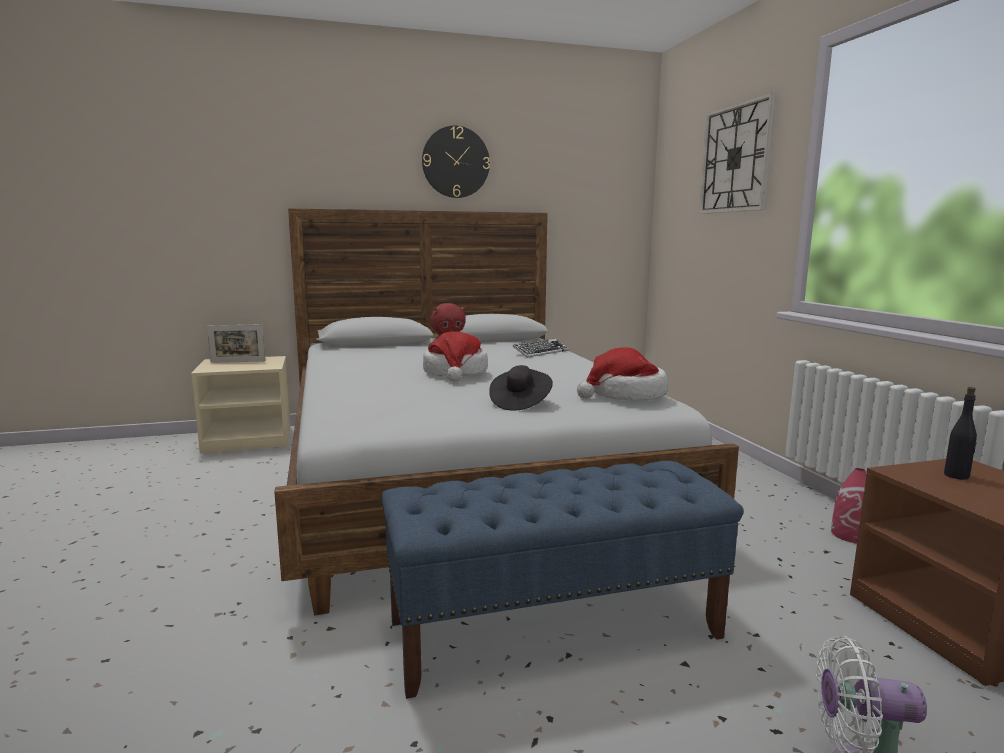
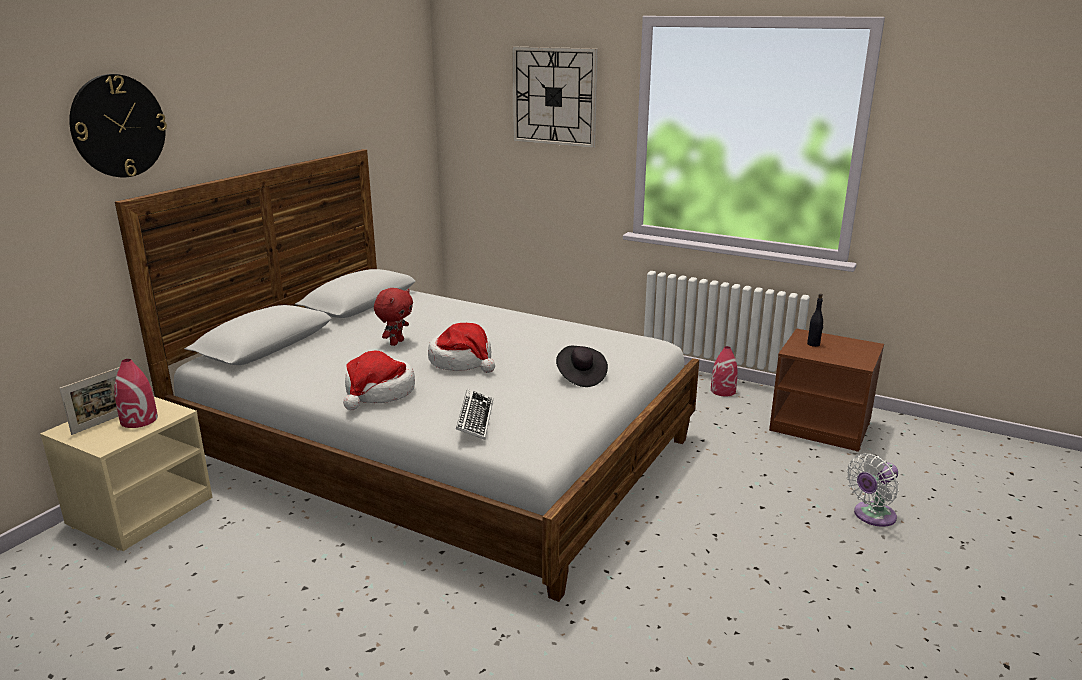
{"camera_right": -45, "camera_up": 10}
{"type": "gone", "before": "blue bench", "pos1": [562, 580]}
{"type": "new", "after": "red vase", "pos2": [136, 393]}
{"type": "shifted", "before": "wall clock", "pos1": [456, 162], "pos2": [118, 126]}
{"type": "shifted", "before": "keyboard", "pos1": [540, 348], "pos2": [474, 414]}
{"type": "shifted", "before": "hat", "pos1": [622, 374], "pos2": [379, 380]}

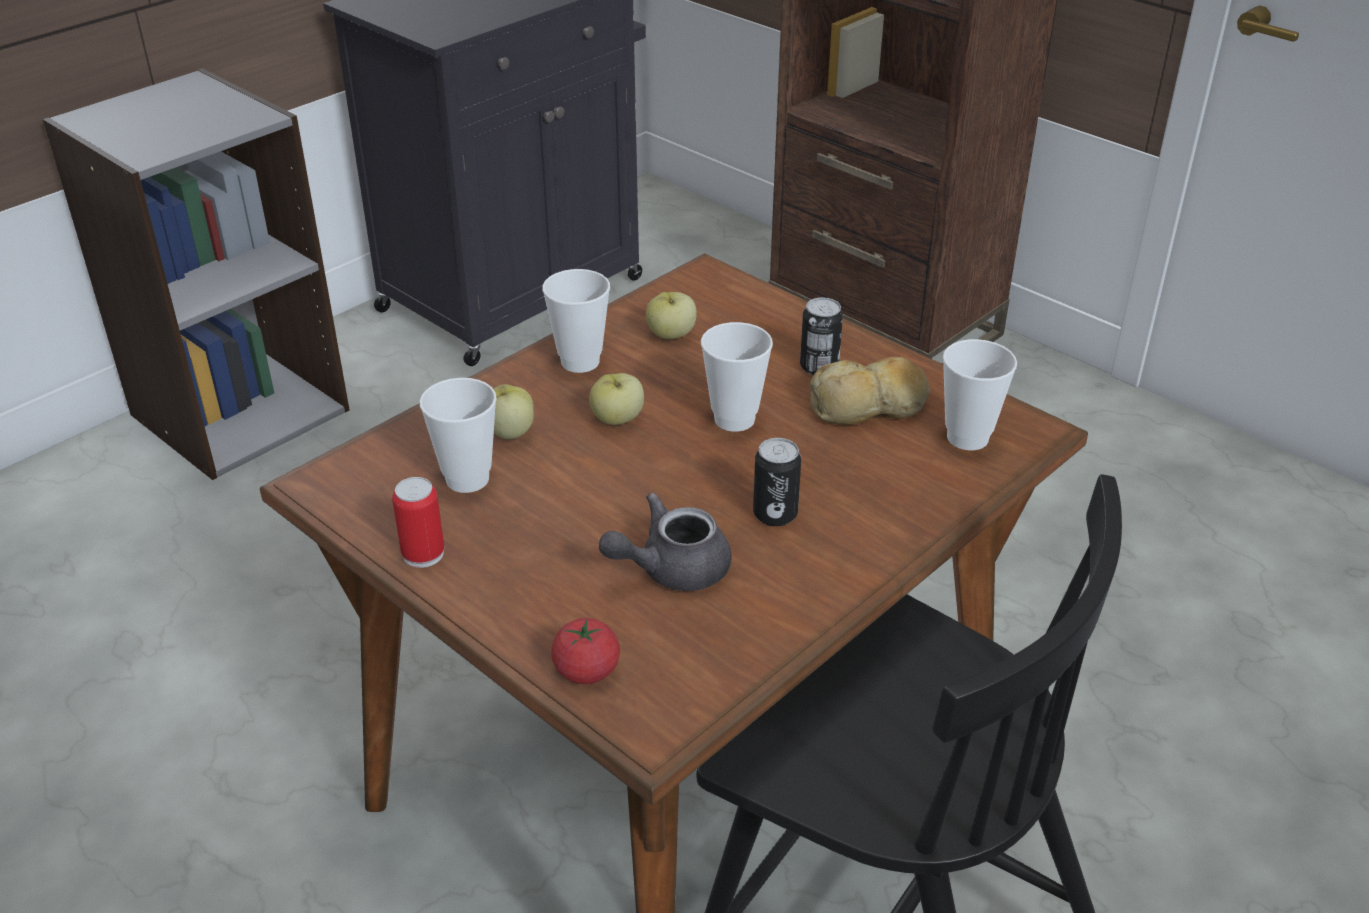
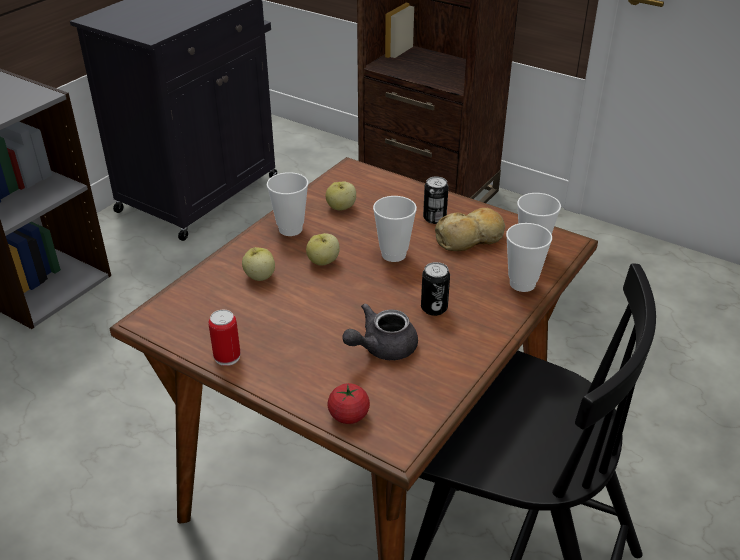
{"camera_right": -10, "camera_up": 0}
{"type": "shifted", "before": "cup", "pos1": [458, 435], "pos2": [529, 257]}

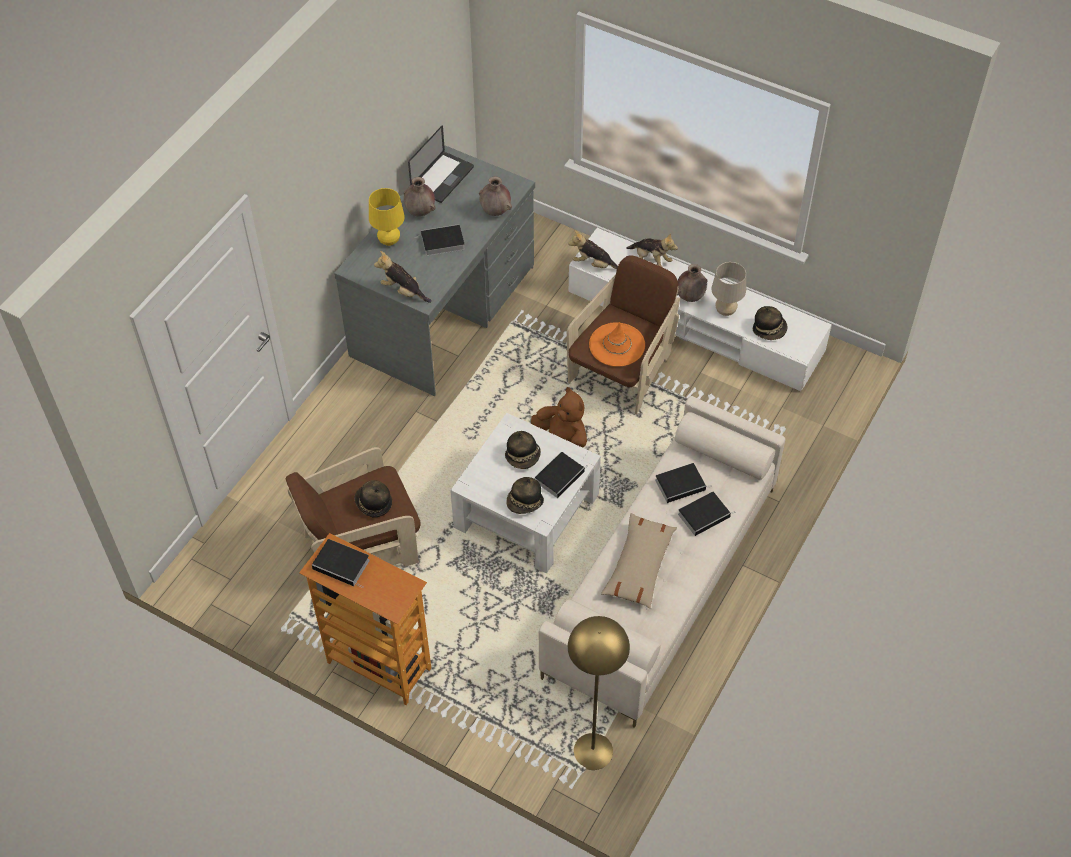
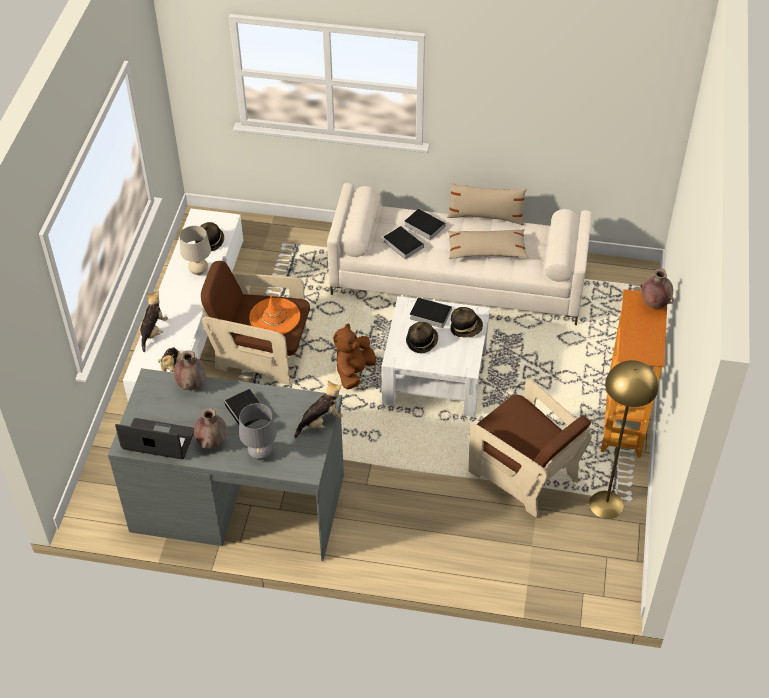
{"camera_right": -110, "camera_up": -5}
{"type": "gone", "before": "book", "pos1": [341, 563]}
{"type": "gone", "before": "hat", "pos1": [373, 498]}
{"type": "new", "after": "beige pillow", "pos2": [487, 204]}
{"type": "shifted", "before": "yellow floor lamp", "pos1": [599, 693], "pos2": [623, 439]}
{"type": "shifted", "before": "brown vase", "pos1": [692, 283], "pos2": [657, 288]}
{"type": "repainted", "before": "yellow table lamp", "after": "grey table lamp", "pos1": [387, 217], "pos2": [258, 431]}
{"type": "rotated", "before": "plush toy", "pos1": [403, 277], "pos2": [319, 409], "turn": -135}

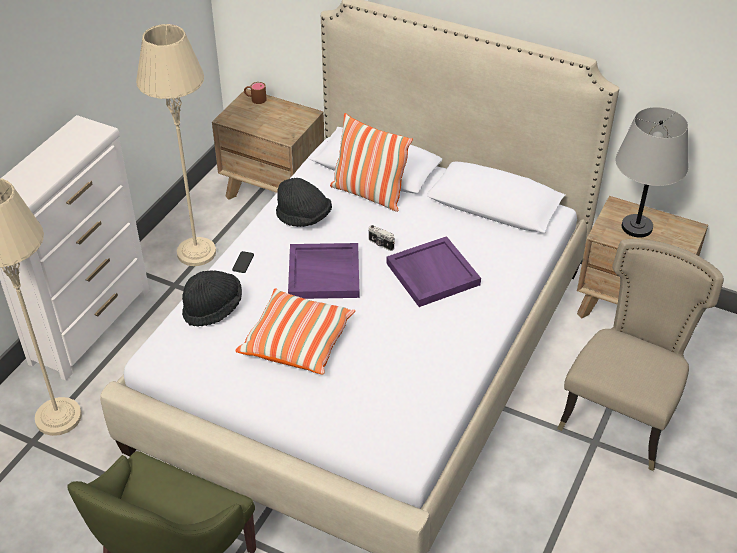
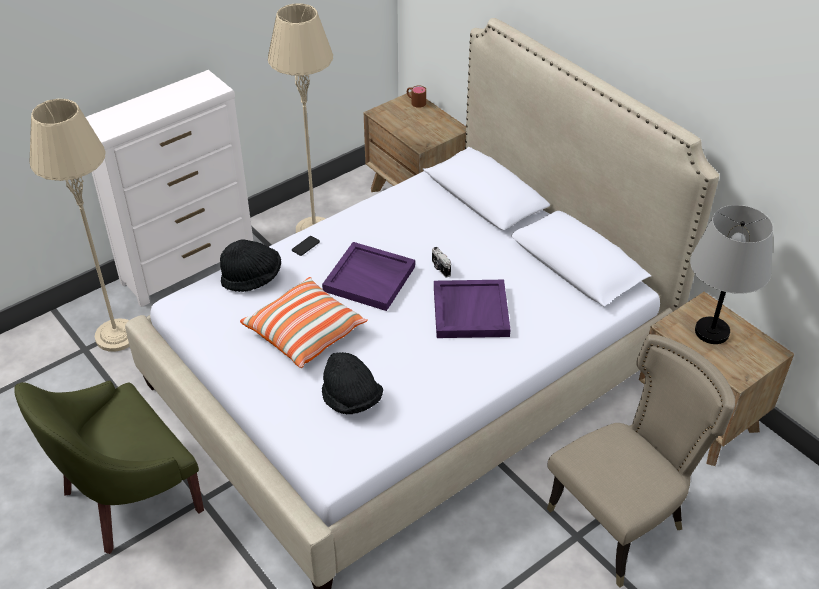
{"camera_right": 25, "camera_up": 0}
{"type": "gone", "before": "pillow", "pos1": [371, 162]}
{"type": "shifted", "before": "black hat", "pos1": [304, 202], "pos2": [352, 383]}

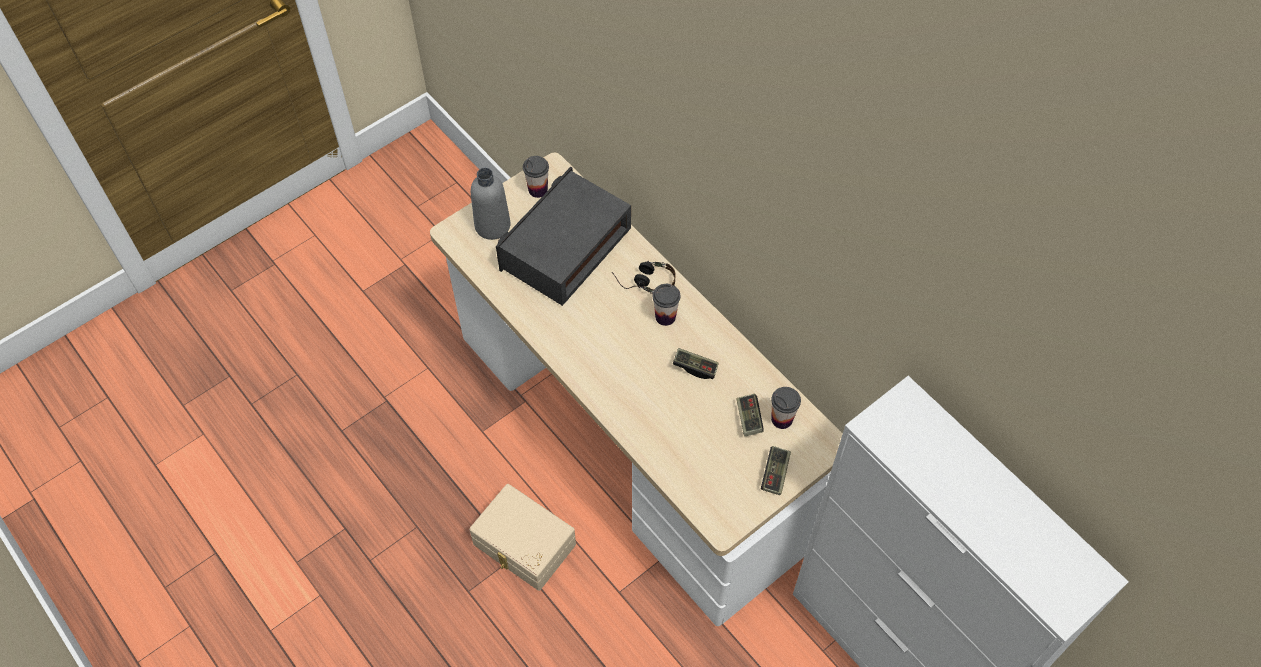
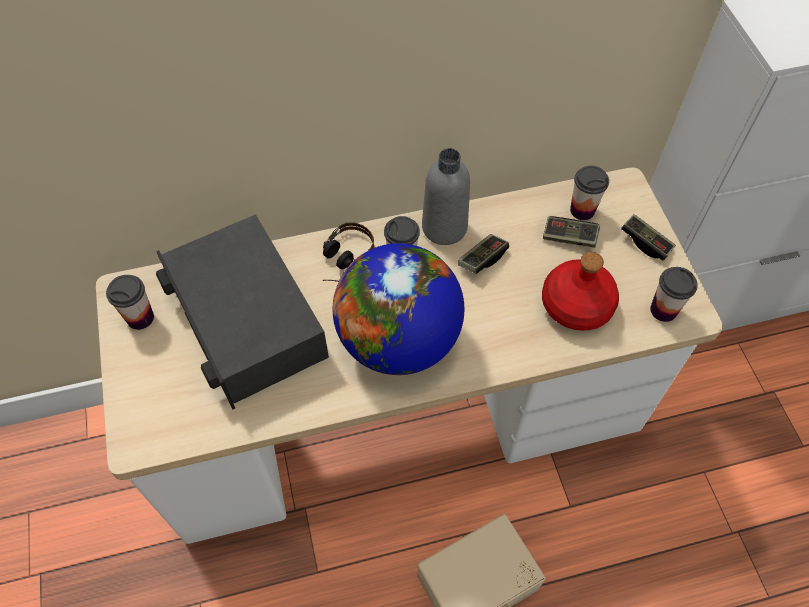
{"camera_right": -65, "camera_up": 0}
{"type": "new", "after": "globe", "pos2": [398, 309]}
{"type": "new", "after": "red bottle", "pos2": [580, 291]}
{"type": "new", "after": "cup", "pos2": [674, 294]}
{"type": "shifted", "before": "grey bottle", "pos1": [491, 204], "pos2": [446, 196]}

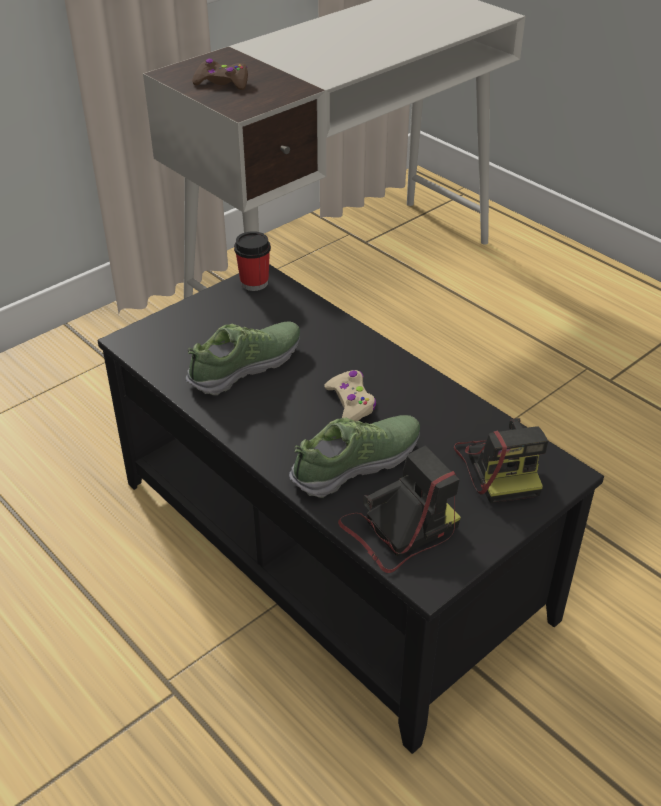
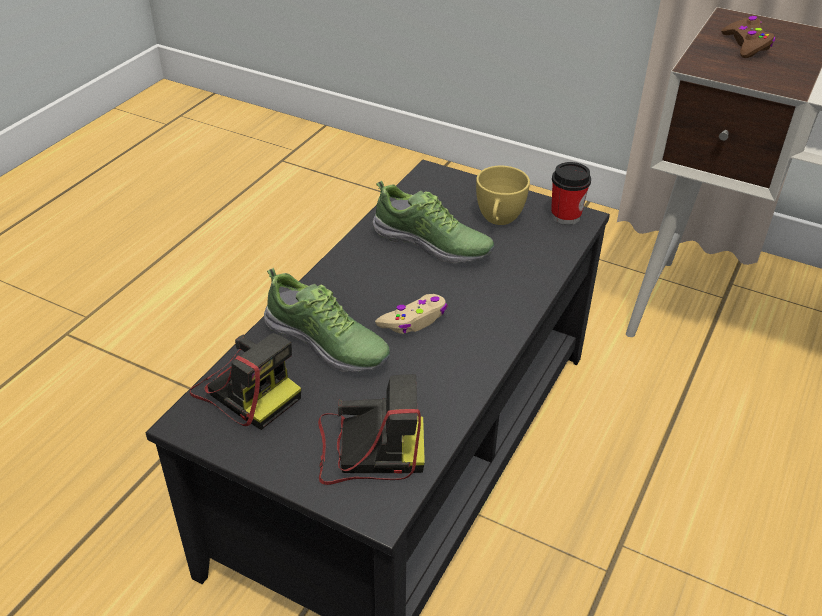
{"camera_right": 70, "camera_up": 0}
{"type": "new", "after": "yellow cup", "pos2": [503, 195]}
{"type": "rotated", "before": "photo camera", "pos1": [501, 461], "pos2": [371, 429], "turn": -150}

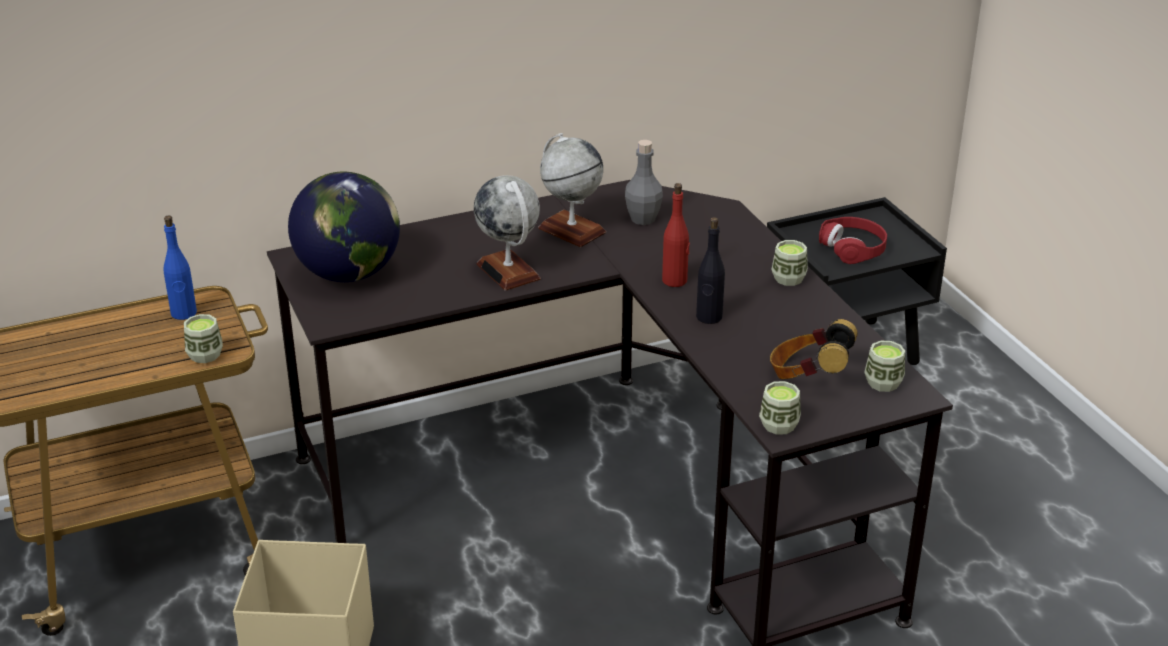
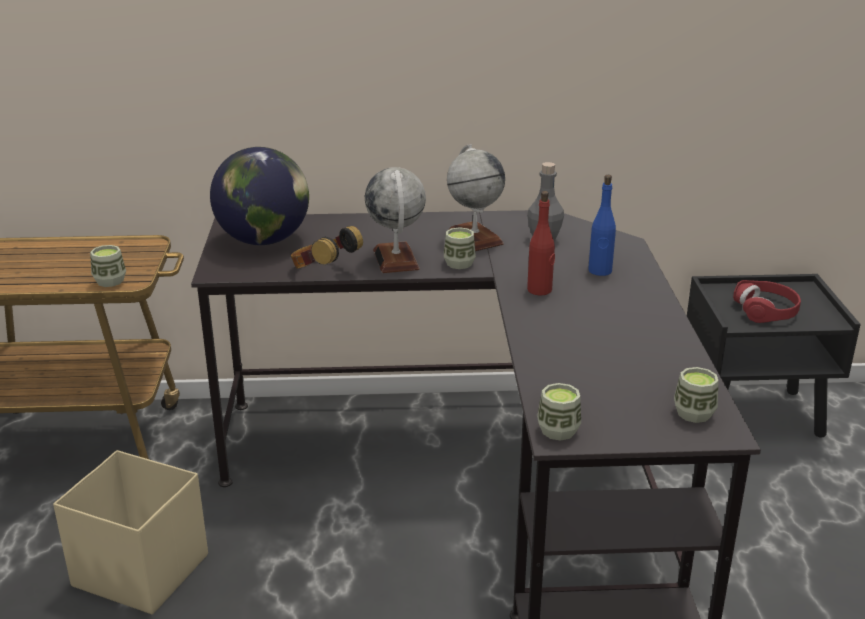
{"camera_right": 20, "camera_up": -5}
{"type": "gone", "before": "black bottle", "pos1": [710, 270]}
{"type": "shifted", "before": "blue bottle", "pos1": [180, 268], "pos2": [602, 225]}
{"type": "shifted", "before": "headphones", "pos1": [814, 349], "pos2": [327, 247]}
{"type": "shifted", "before": "cup", "pos1": [789, 263], "pos2": [460, 248]}

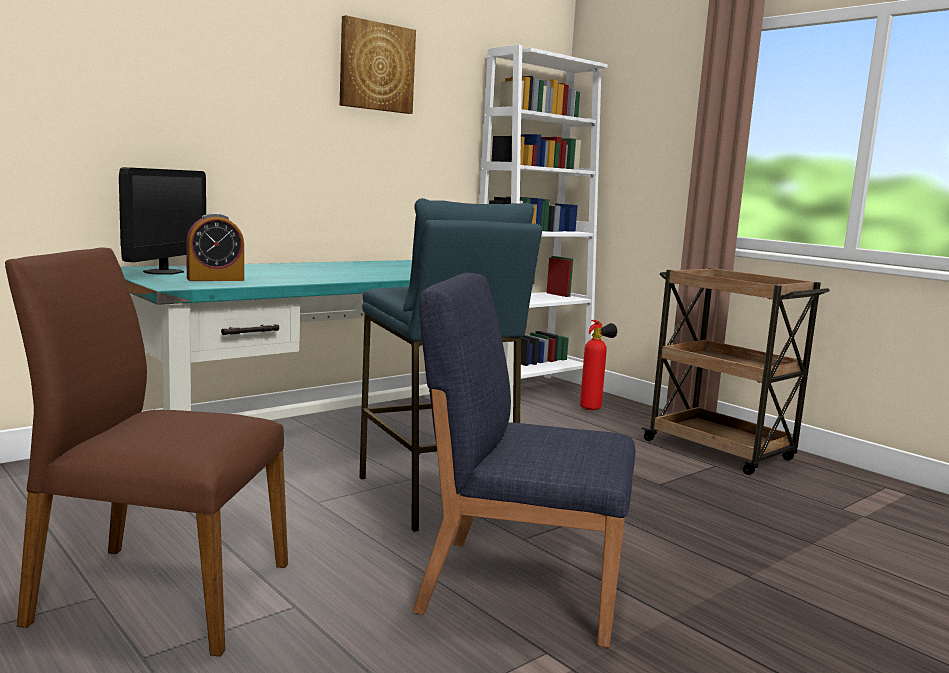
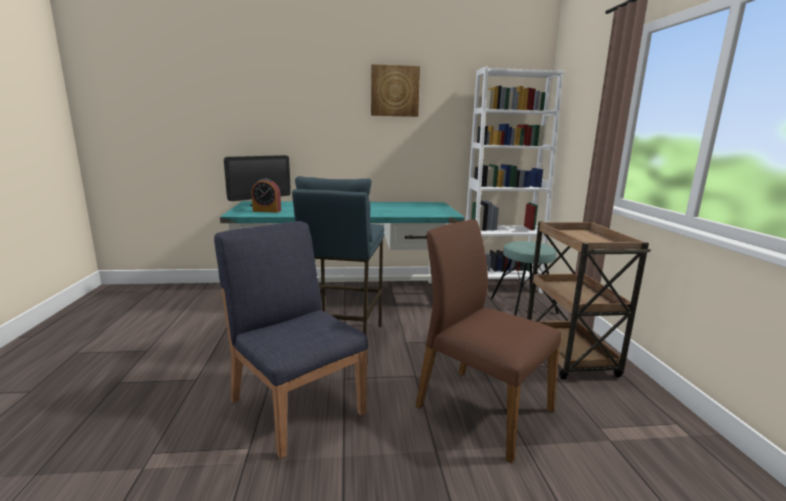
{"camera_right": 35, "camera_up": 5}
{"type": "shifted", "before": "brown chair", "pos1": [146, 452], "pos2": [488, 341]}
{"type": "swapped", "before": "fire extinguisher", "after": "turquoise stool", "pos1": [598, 365], "pos2": [524, 278]}

